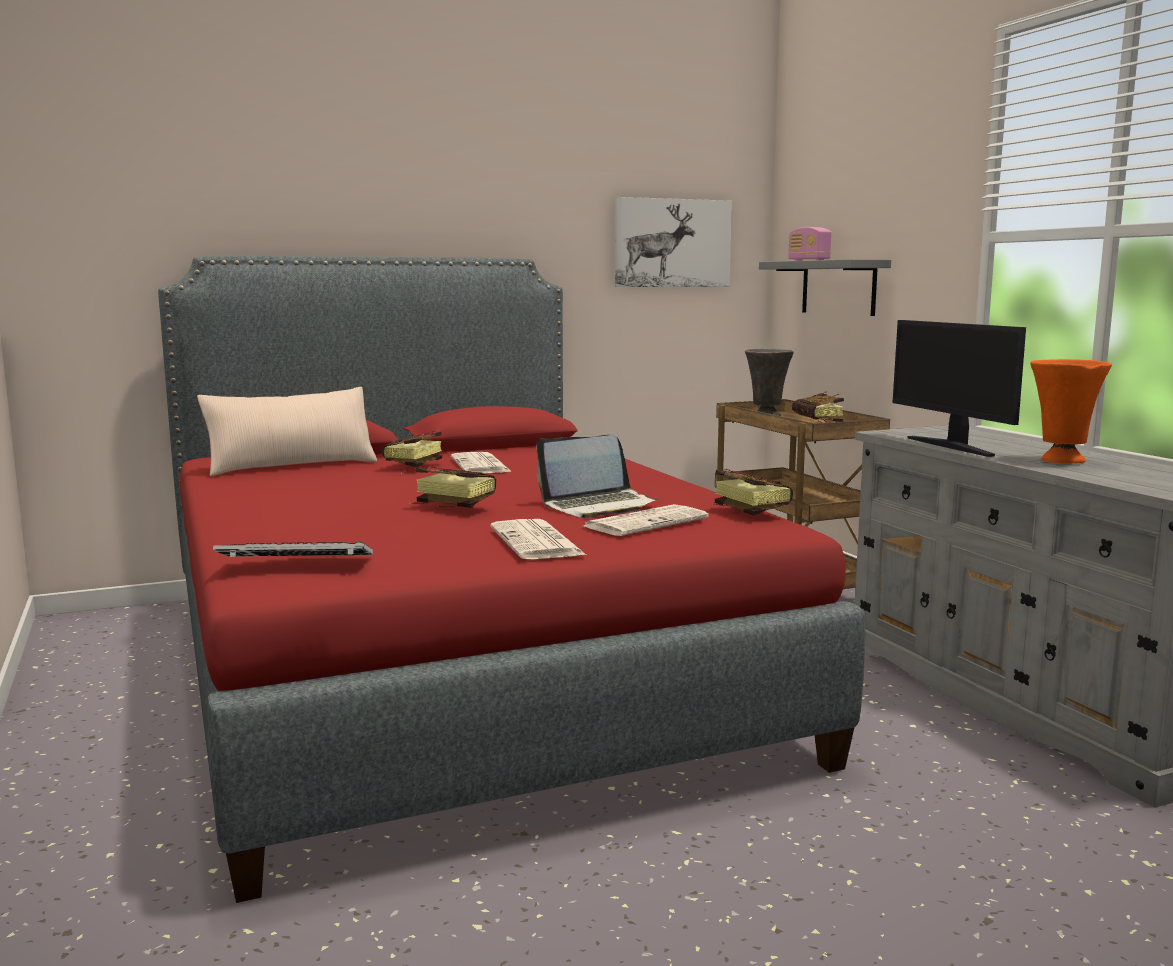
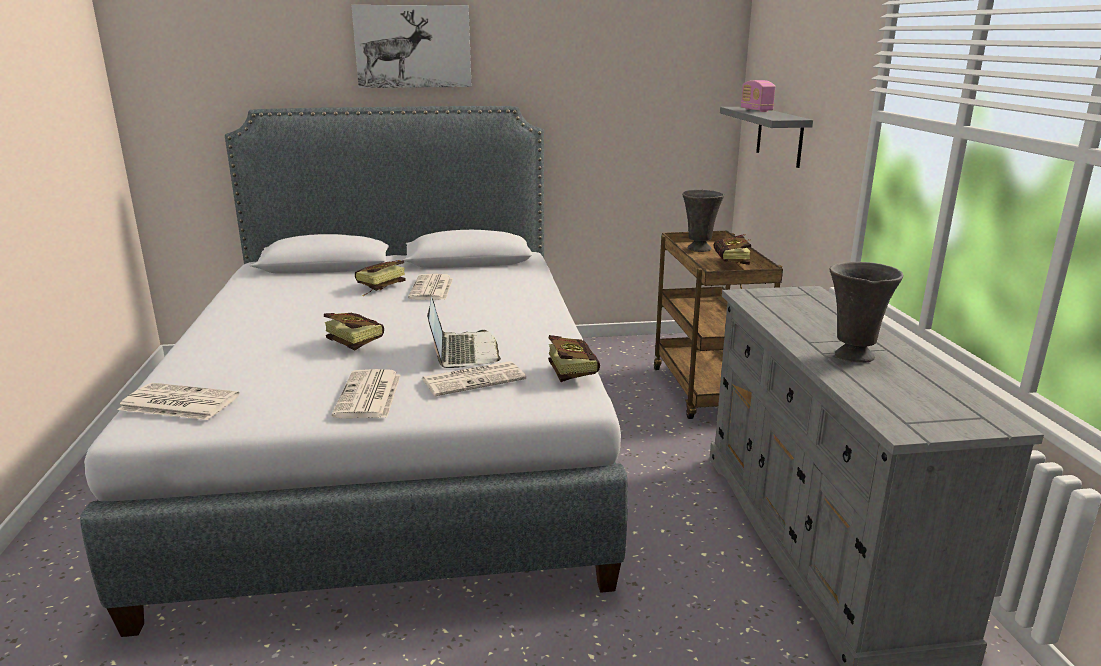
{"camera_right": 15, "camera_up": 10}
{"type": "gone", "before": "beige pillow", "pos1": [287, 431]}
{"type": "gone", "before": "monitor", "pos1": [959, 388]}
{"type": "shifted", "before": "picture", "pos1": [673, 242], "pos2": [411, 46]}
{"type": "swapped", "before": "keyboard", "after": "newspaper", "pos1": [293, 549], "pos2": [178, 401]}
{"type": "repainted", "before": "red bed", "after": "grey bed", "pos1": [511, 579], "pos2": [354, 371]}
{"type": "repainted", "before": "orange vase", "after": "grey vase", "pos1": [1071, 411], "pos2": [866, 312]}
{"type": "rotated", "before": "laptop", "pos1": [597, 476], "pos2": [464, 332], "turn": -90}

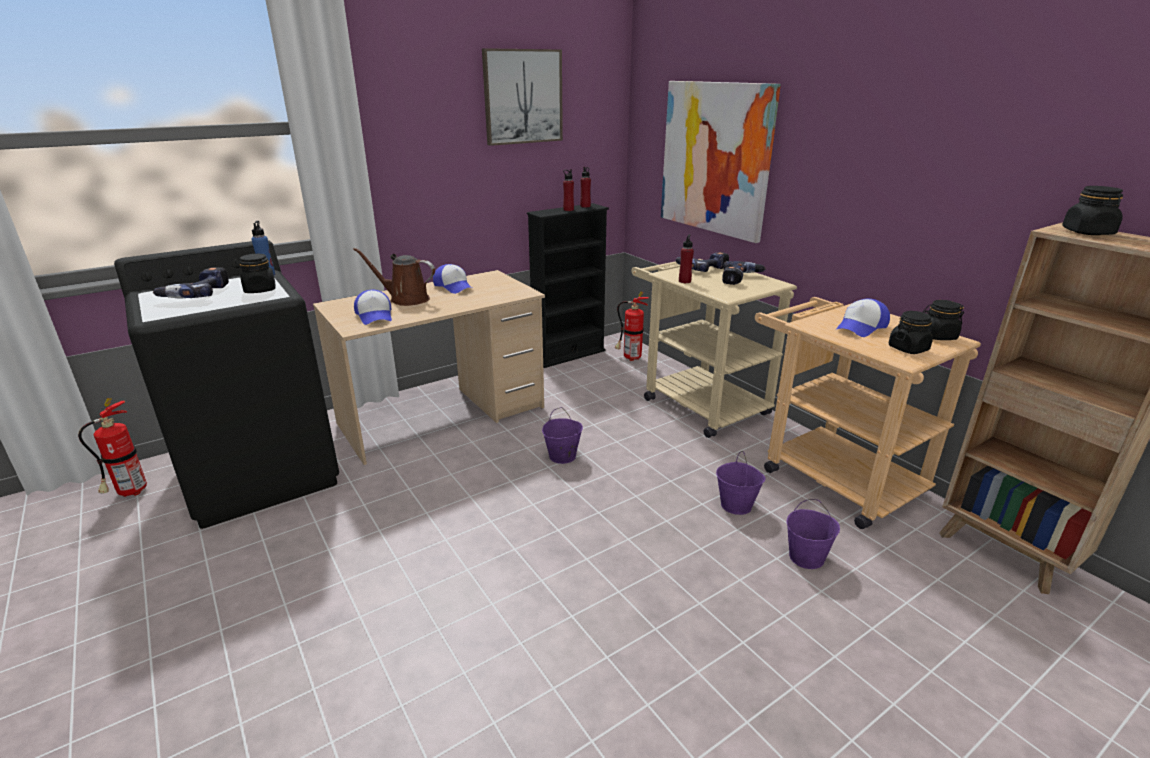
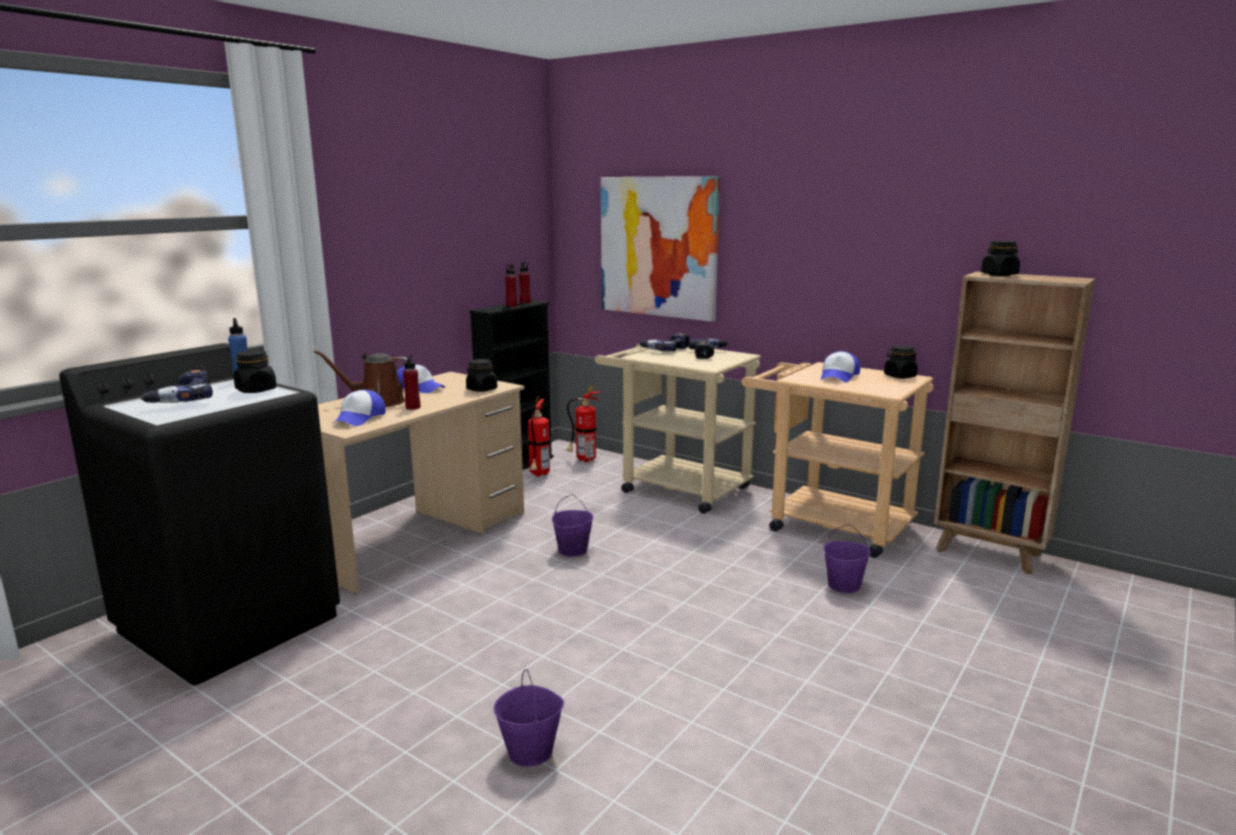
{"camera_right": -20, "camera_up": -10}
{"type": "gone", "before": "picture", "pos1": [522, 97]}
{"type": "shifted", "before": "fire extinguisher", "pos1": [112, 447], "pos2": [539, 436]}
{"type": "shifted", "before": "red bottle", "pos1": [686, 259], "pos2": [411, 382]}
{"type": "shifted", "before": "purple bucket", "pos1": [741, 483], "pos2": [529, 718]}
{"type": "shifted", "before": "black jar", "pos1": [910, 332], "pos2": [481, 375]}
{"type": "rotated", "before": "cap", "pos1": [373, 307], "pos2": [359, 408], "turn": 60}

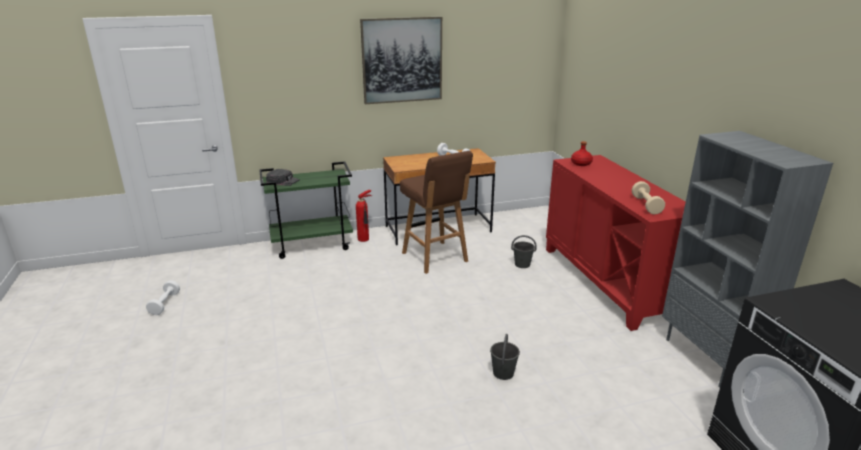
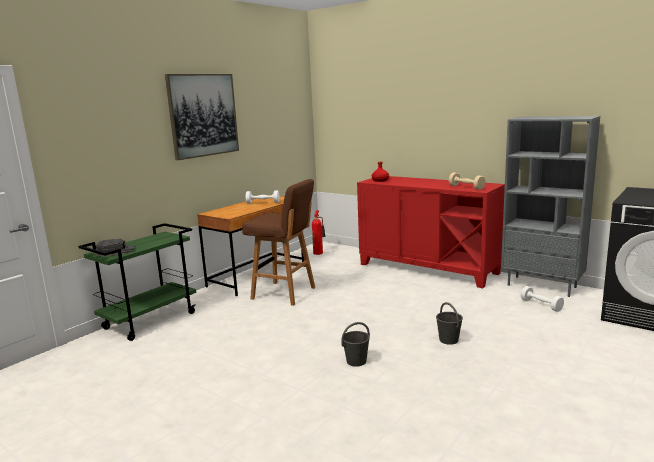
{"camera_right": -35, "camera_up": -10}
{"type": "shifted", "before": "white dumbbell", "pos1": [163, 297], "pos2": [542, 299]}
{"type": "shifted", "before": "fire extinguisher", "pos1": [364, 216], "pos2": [318, 232]}
{"type": "shifted", "before": "grey bucket", "pos1": [524, 251], "pos2": [355, 344]}

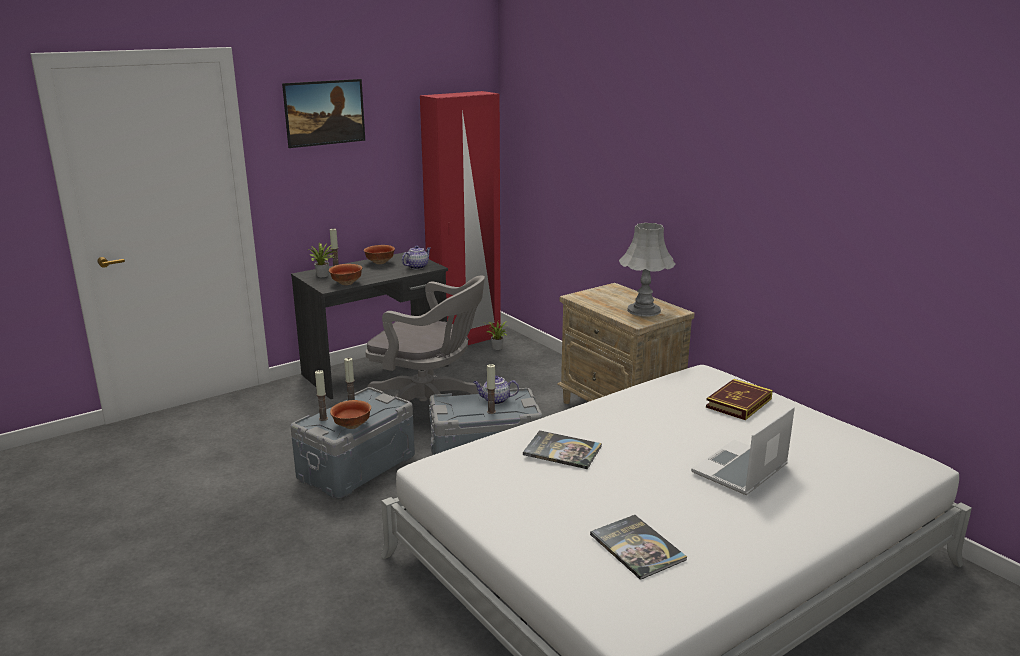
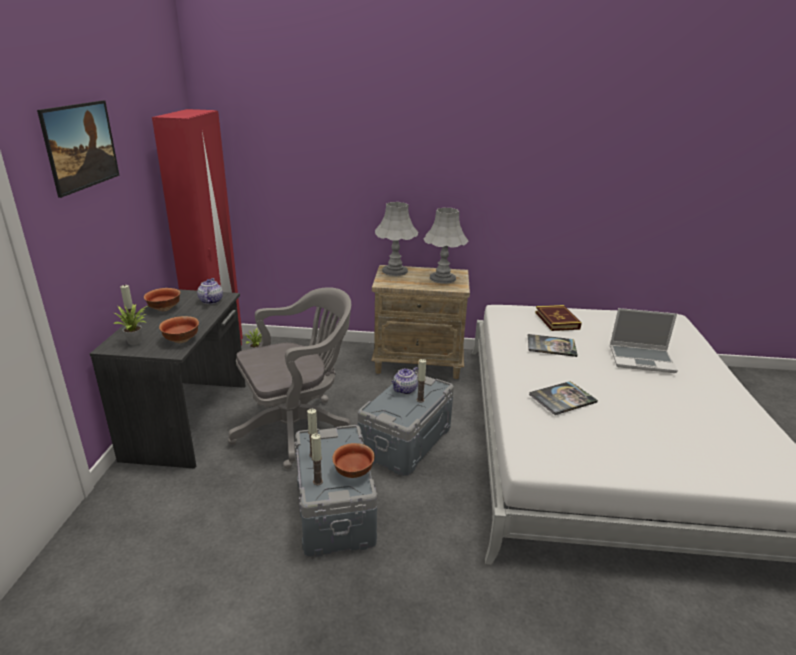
{"camera_right": -50, "camera_up": 5}
{"type": "new", "after": "grey table lamp", "pos2": [396, 239]}
{"type": "shifted", "before": "book", "pos1": [638, 547], "pos2": [553, 345]}
{"type": "rotated", "before": "laptop", "pos1": [743, 450], "pos2": [644, 340], "turn": -75}

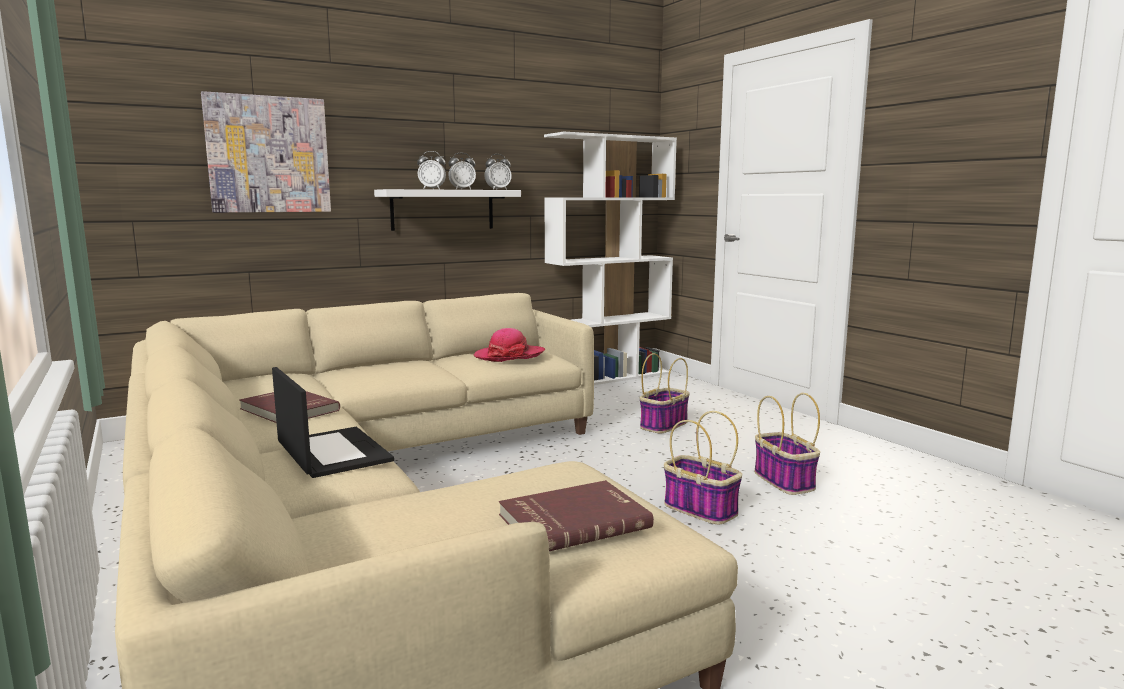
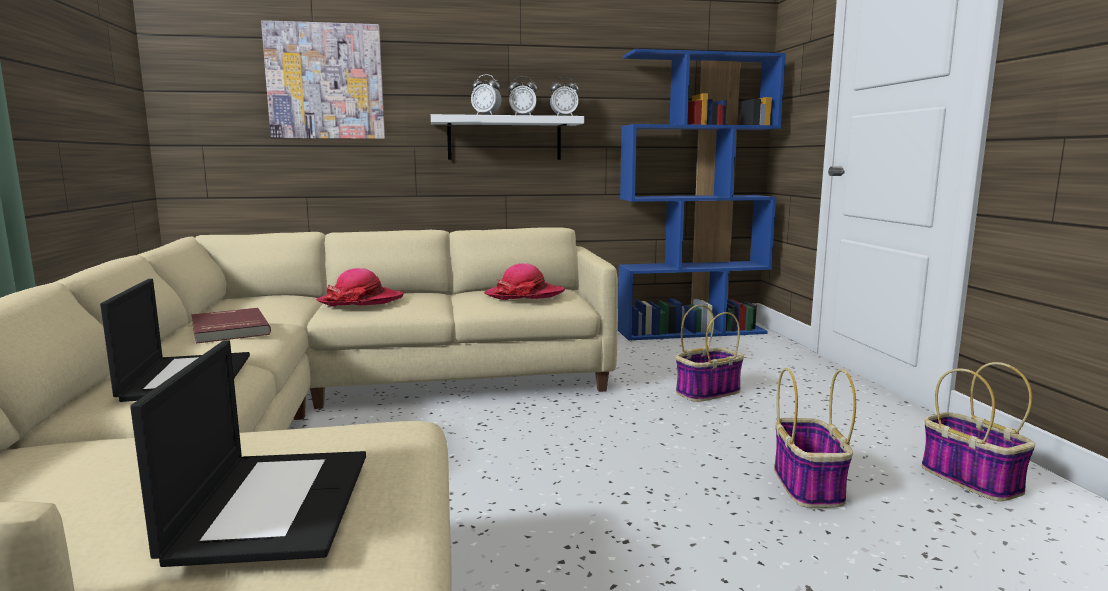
{"camera_right": 20, "camera_up": 0}
{"type": "new", "after": "hat", "pos2": [360, 287]}
{"type": "shifted", "before": "basket", "pos1": [703, 467], "pos2": [978, 431]}
{"type": "swapped", "before": "red book", "after": "laptop", "pos1": [576, 515], "pos2": [248, 454]}
{"type": "repainted", "before": "white bookcase", "after": "blue bookcase", "pos1": [610, 258], "pos2": [702, 195]}

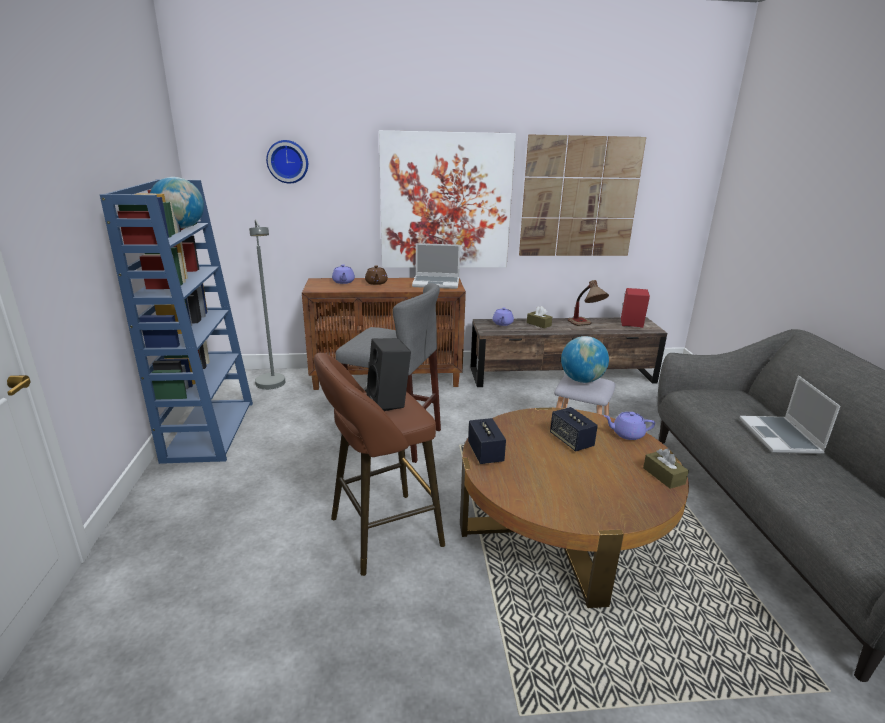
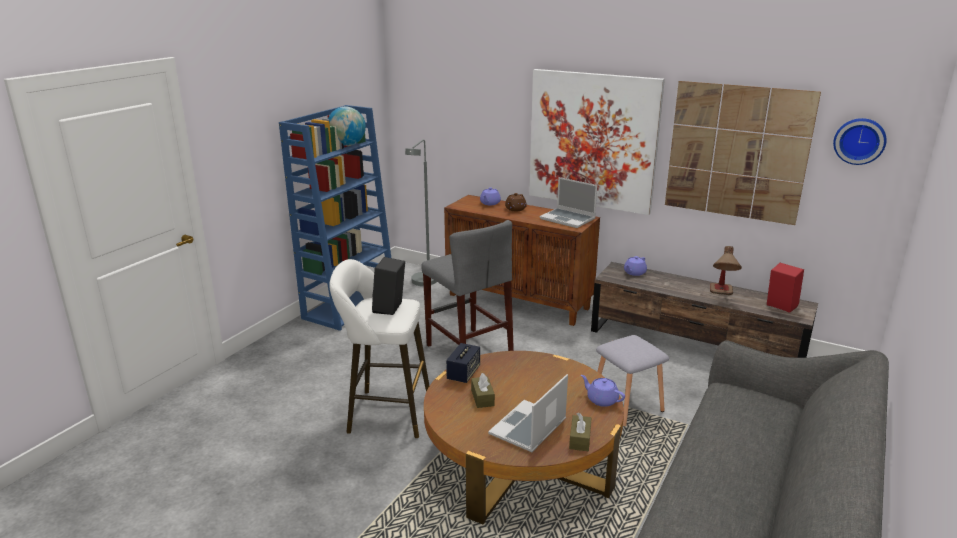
{"camera_right": 35, "camera_up": 0}
{"type": "gone", "before": "speaker", "pos1": [574, 429]}
{"type": "gone", "before": "globe", "pos1": [585, 359]}
{"type": "shifted", "before": "wall clock", "pos1": [287, 162], "pos2": [860, 141]}
{"type": "shifted", "before": "brown tissue box", "pos1": [539, 317], "pos2": [483, 390]}
{"type": "shifted", "before": "laptop", "pos1": [789, 414], "pos2": [528, 413]}
{"type": "repainted", "before": "brown stool", "after": "white stool", "pos1": [379, 464], "pos2": [379, 348]}

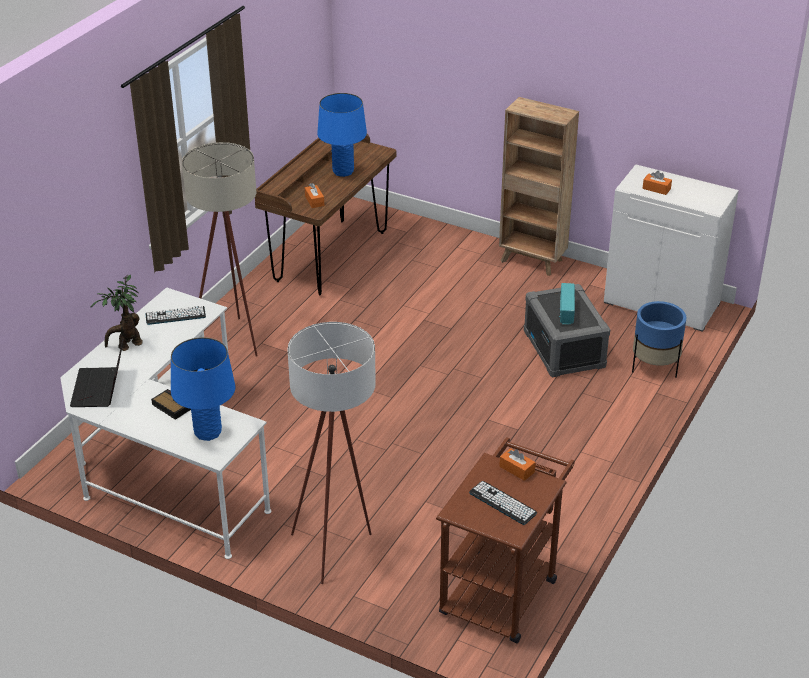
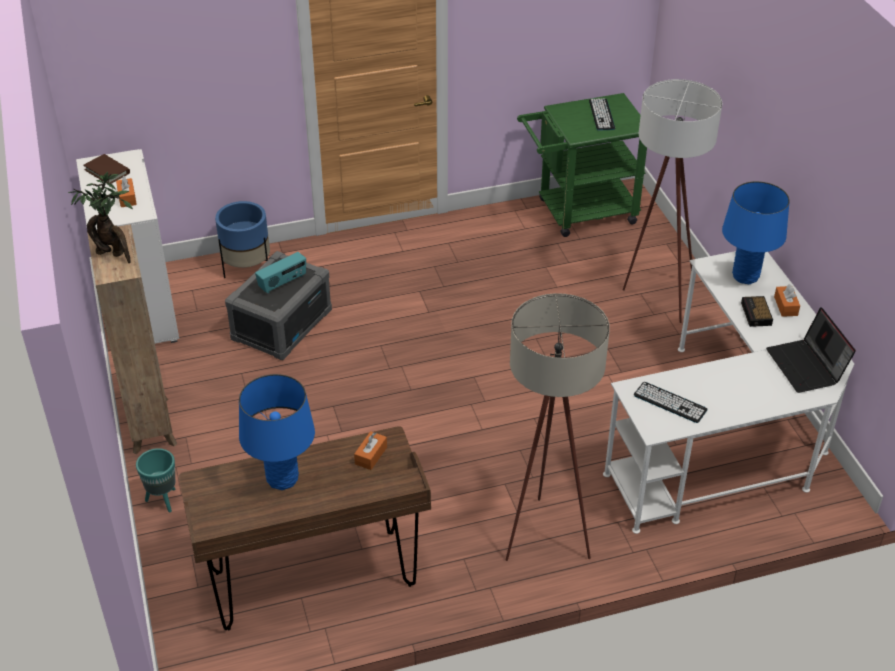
{"camera_right": -135, "camera_up": 5}
{"type": "new", "after": "brown book", "pos2": [106, 169]}
{"type": "new", "after": "turquoise planter", "pos2": [156, 480]}
{"type": "shifted", "before": "potted plant", "pos1": [116, 313], "pos2": [100, 217]}
{"type": "shifted", "before": "orange tissue box", "pos1": [517, 464], "pos2": [787, 300]}
{"type": "repainted", "before": "brown cart", "after": "green cart", "pos1": [505, 540], "pos2": [582, 165]}
{"type": "rotated", "before": "laptop", "pos1": [97, 372], "pos2": [811, 350], "turn": 120}

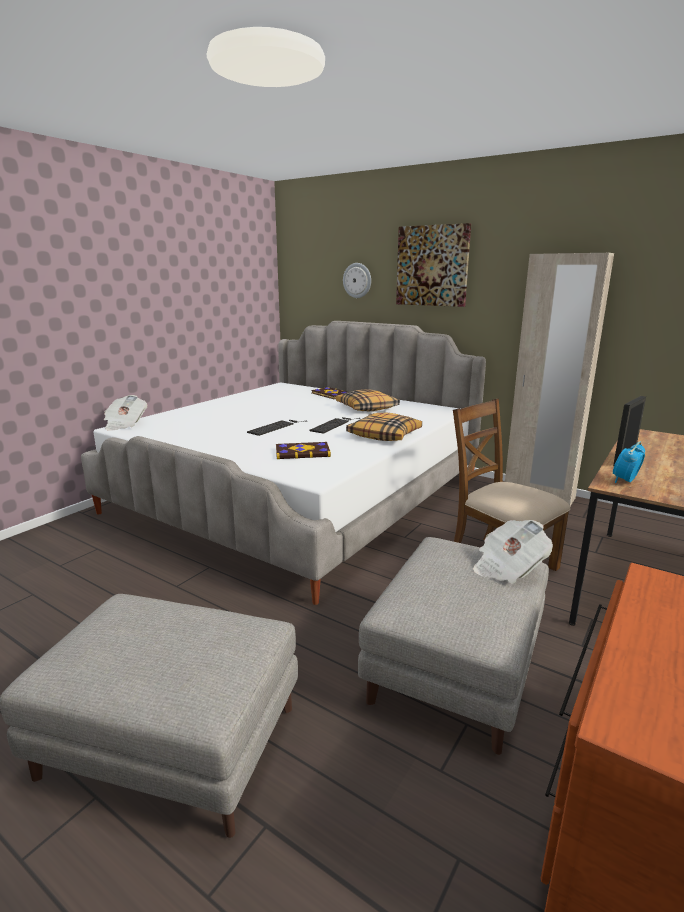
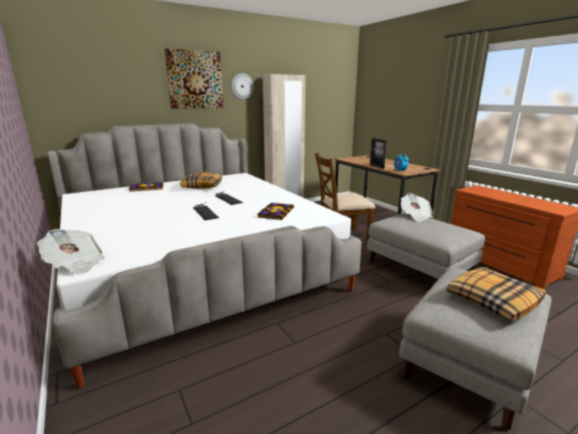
{"camera_right": -65, "camera_up": 0}
{"type": "shifted", "before": "wall clock", "pos1": [357, 280], "pos2": [242, 86]}
{"type": "shifted", "before": "pillow", "pos1": [384, 427], "pos2": [496, 294]}

